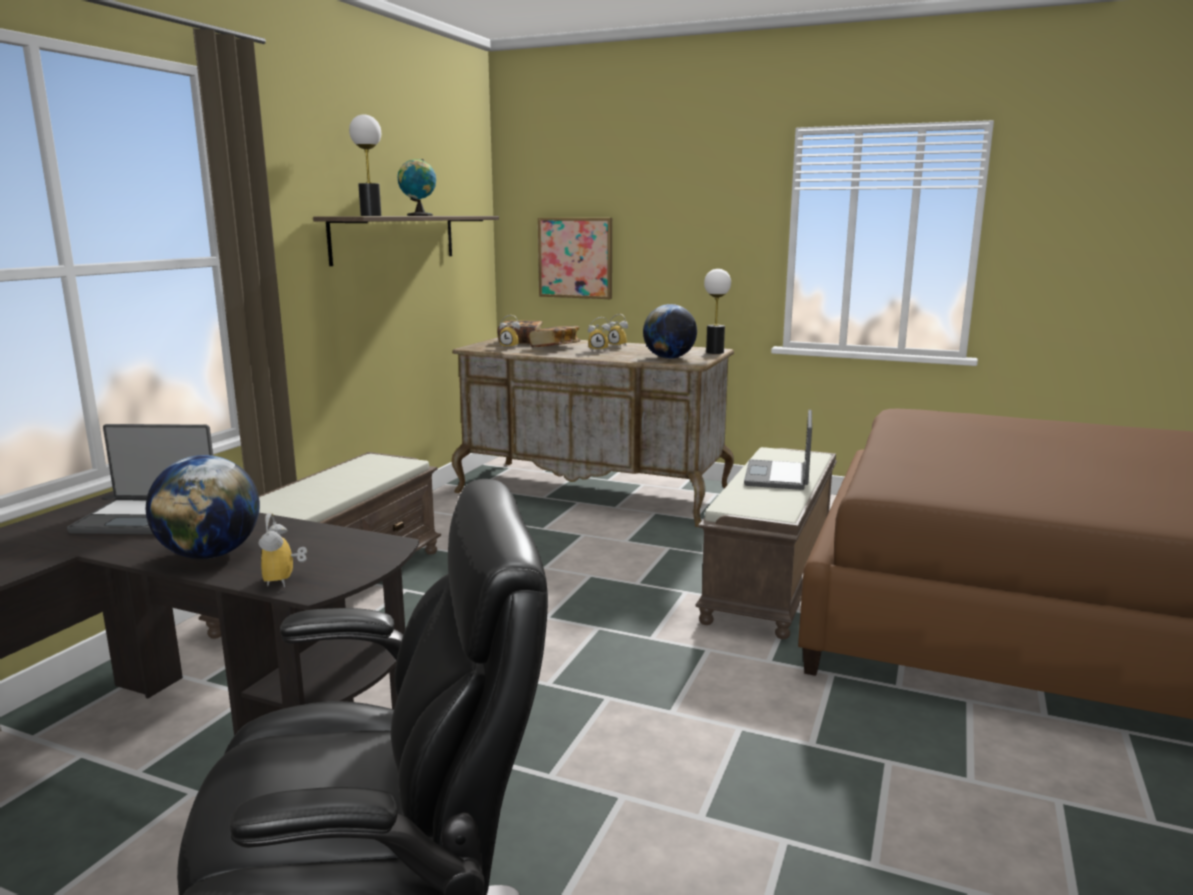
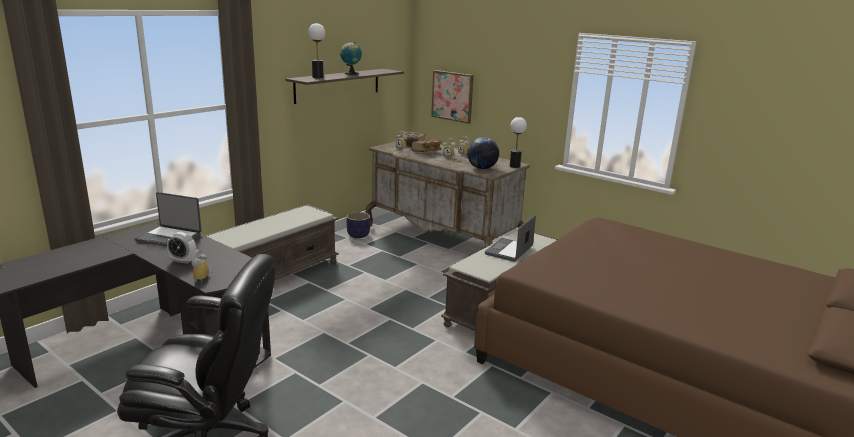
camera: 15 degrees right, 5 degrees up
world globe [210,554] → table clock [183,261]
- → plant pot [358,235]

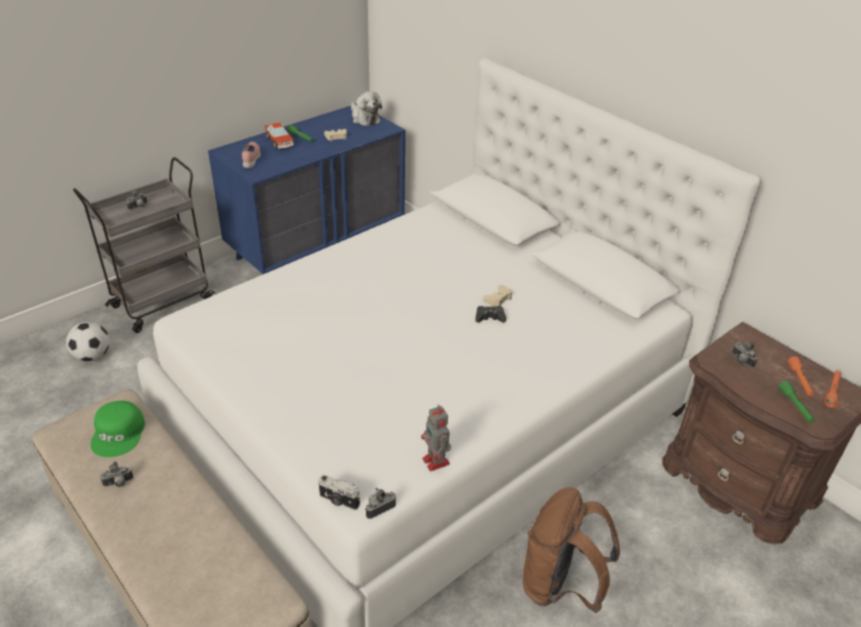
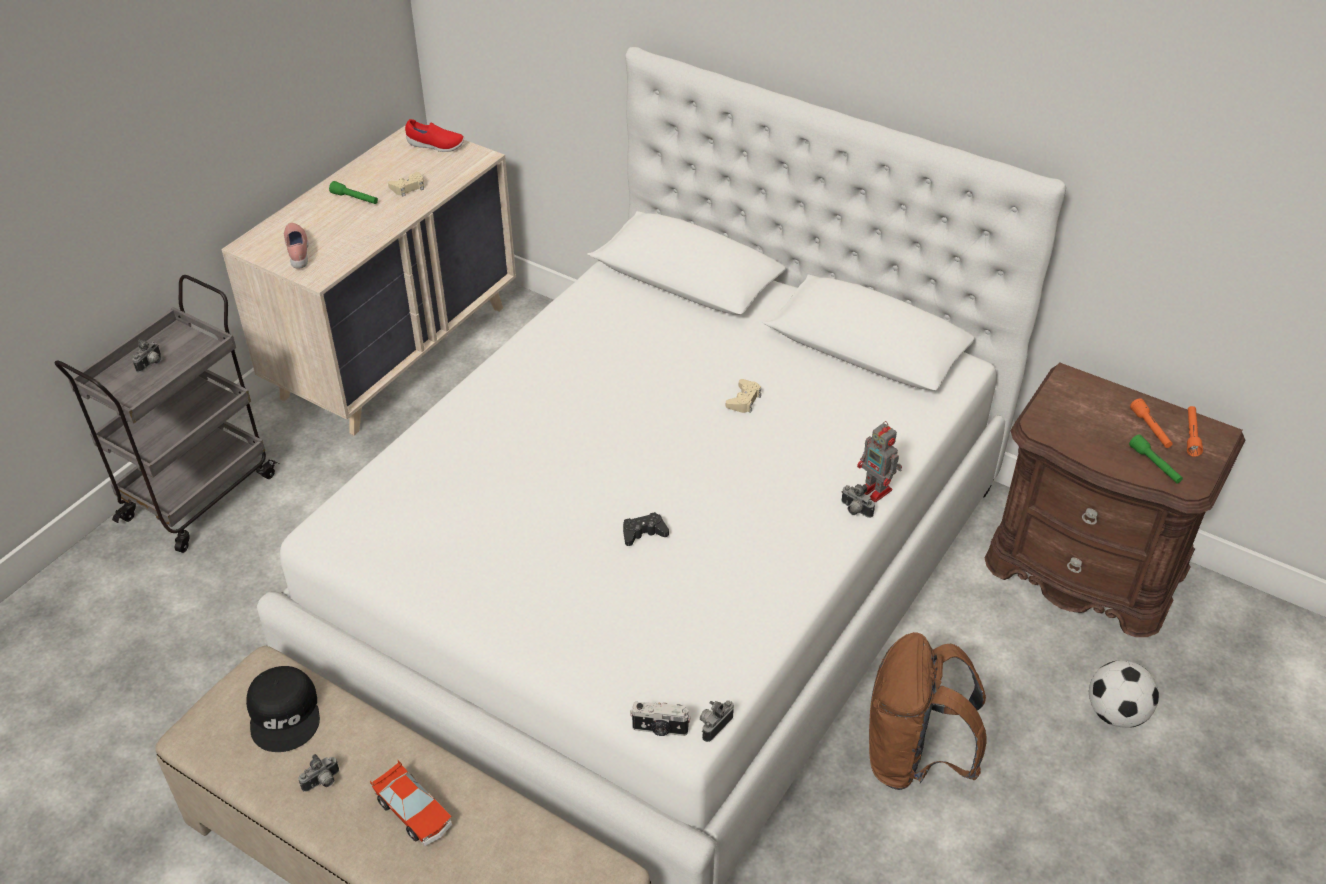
camera: 15 degrees left, 5 degrees up
ball for football [92,356] → ball for football [1116,713], relocated
green peaked cap [119,433] → blackish peaked cap [285,713]
blue chest of drawers [317,245] → beige-coloured chest of drawers [396,350]
toy car [279,142] → toy car [414,812], relocated
cuddly toy [364,118] → red item of footwear [435,146]
toy robot [436,462] → toy robot [877,491], relocated
blackish joypad [489,317] → blackish joypad [643,533], relocated
photo camera [741,361] → photo camera [854,510], relocated

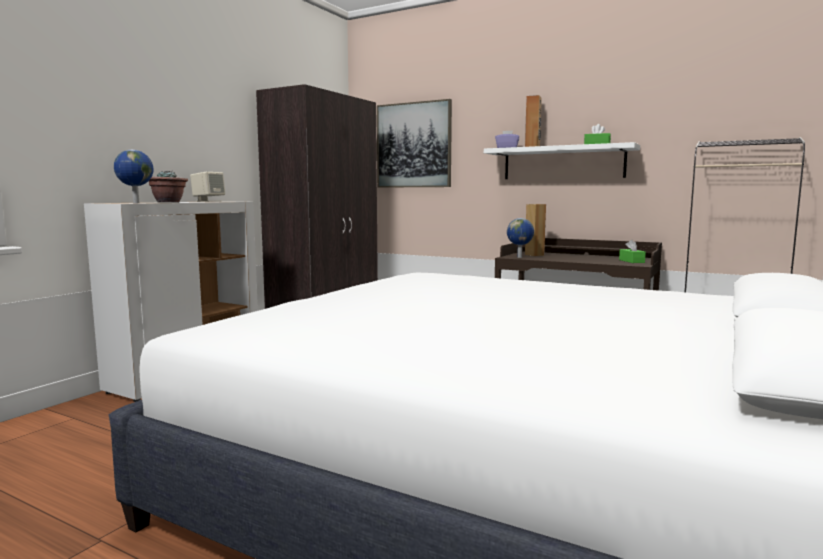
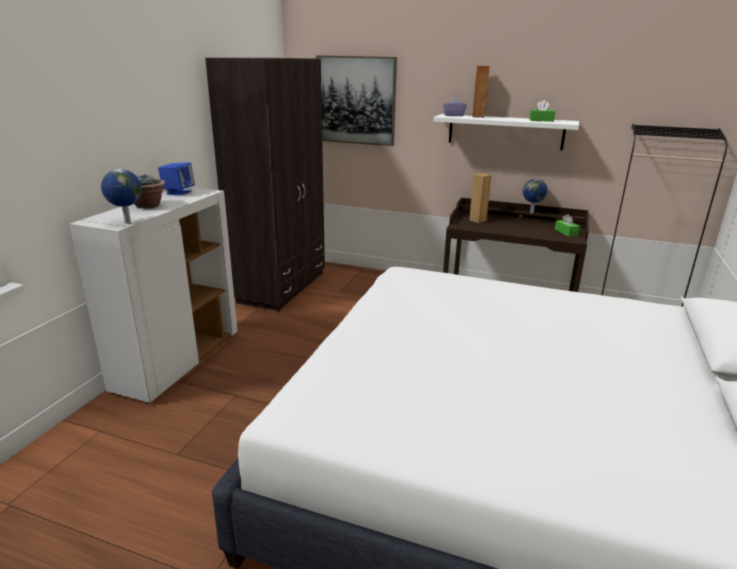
camera: 10 degrees left, 15 degrees up
beige-coloured speaker [208,201] → blue speaker [178,192]
world globe [520,257] → world globe [532,213], relocated

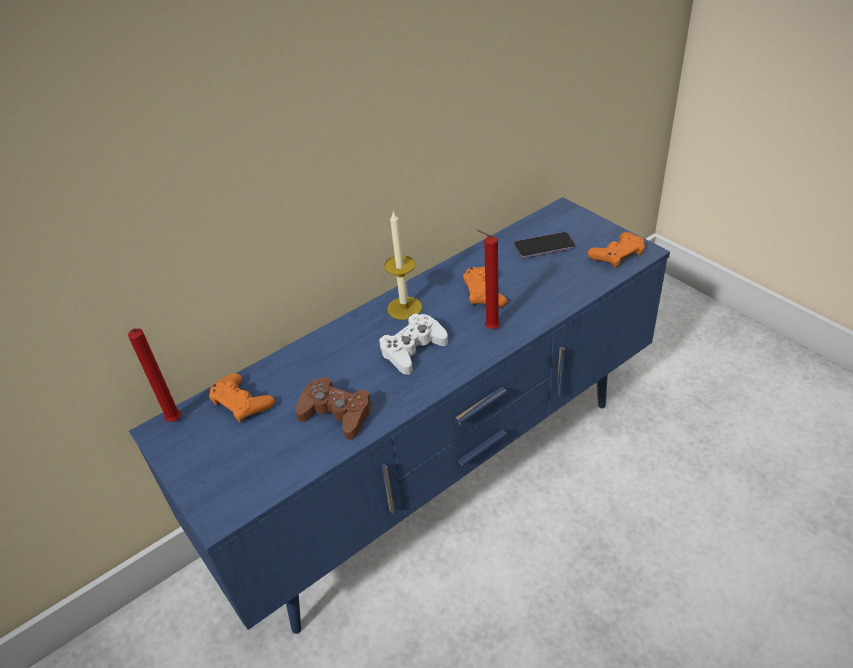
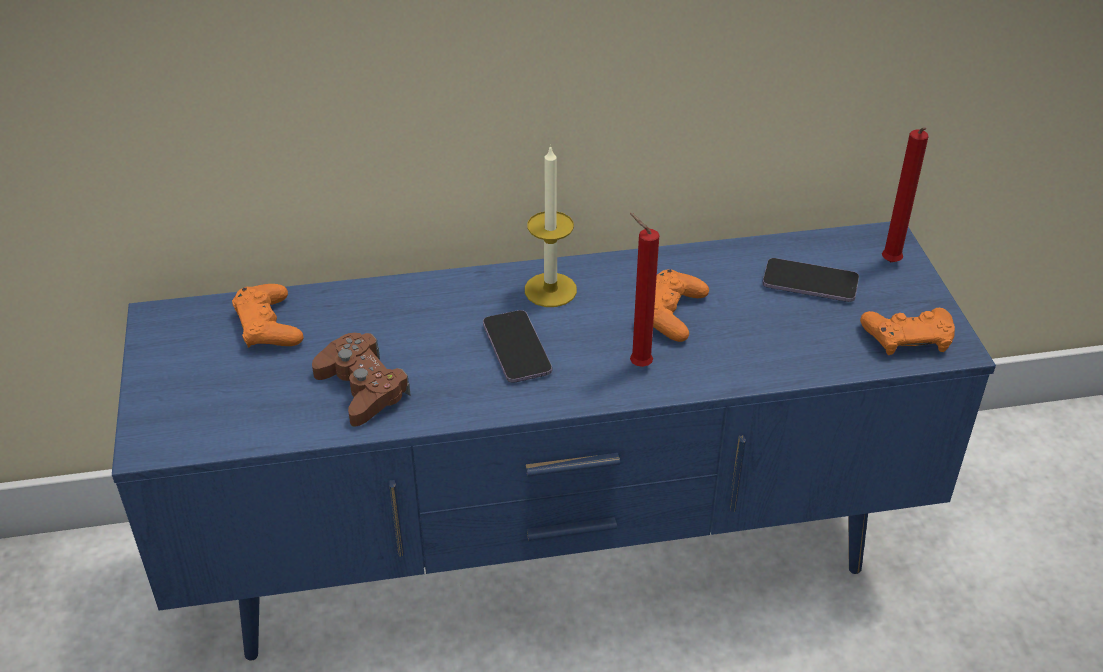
camera: 25 degrees right, 0 degrees up
red wax candle [174,422] → red wax candle [890,264], relocated
white joypad [413,349] → telephone [516,348]

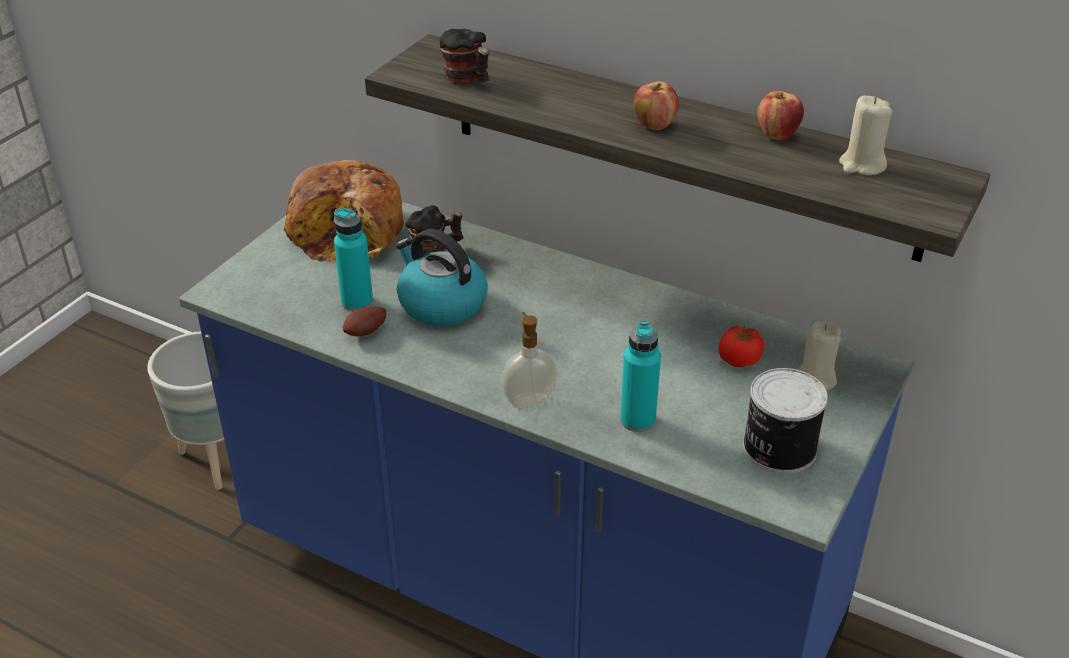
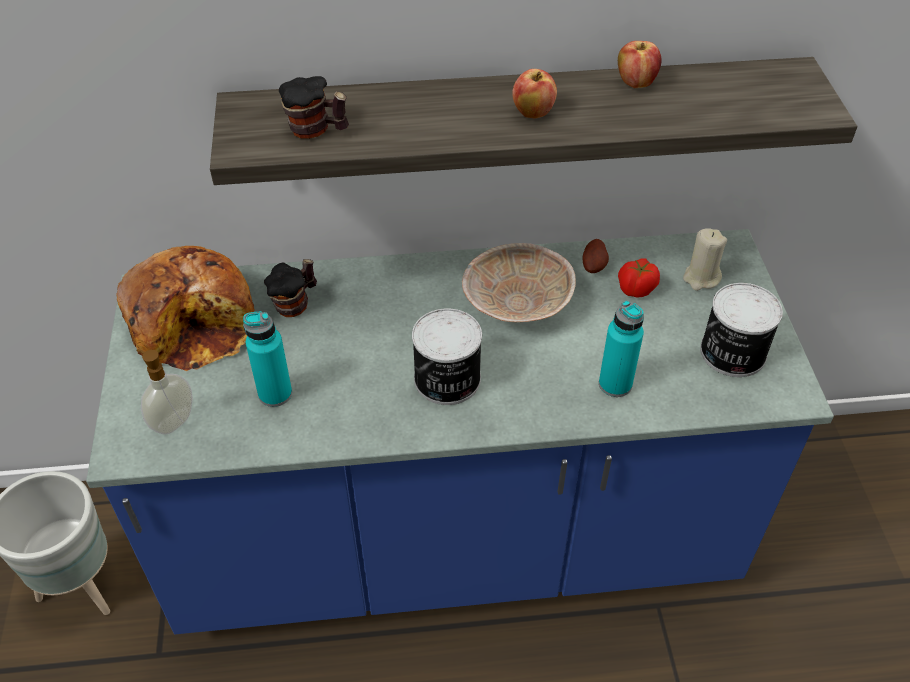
camera: 35 degrees left, 10 degrees up
whole potato [366,333] → whole potato [594,266], relocated
water kettle [441,304] → -
soap dispenser [529,400] → soap dispenser [172,421], relocated
beige-coloured wax candle [862,165] → -
- → metal can [447,380]
- → beige-coloured deep dish [516,303]

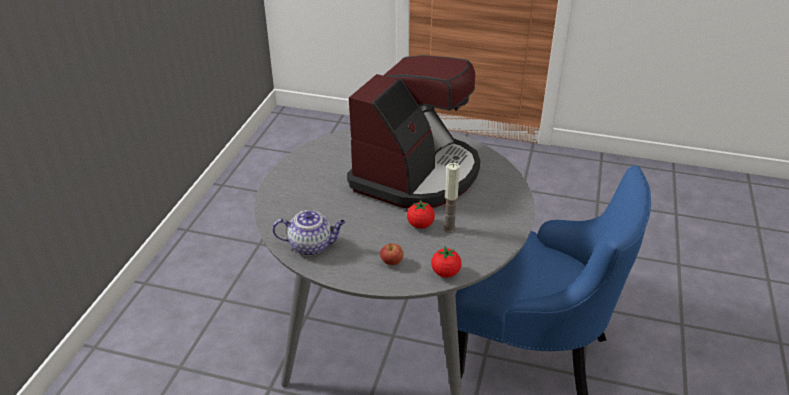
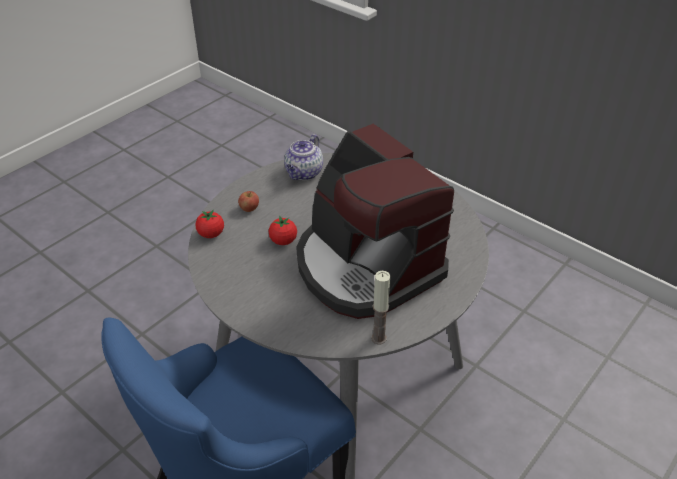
camera: 115 degrees right, 5 degrees up
wax candle [449,228] → wax candle [379,338], relocated

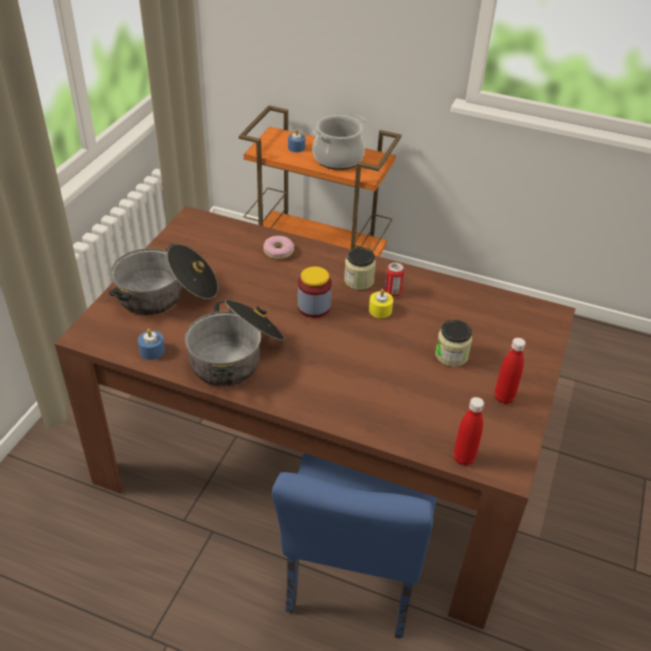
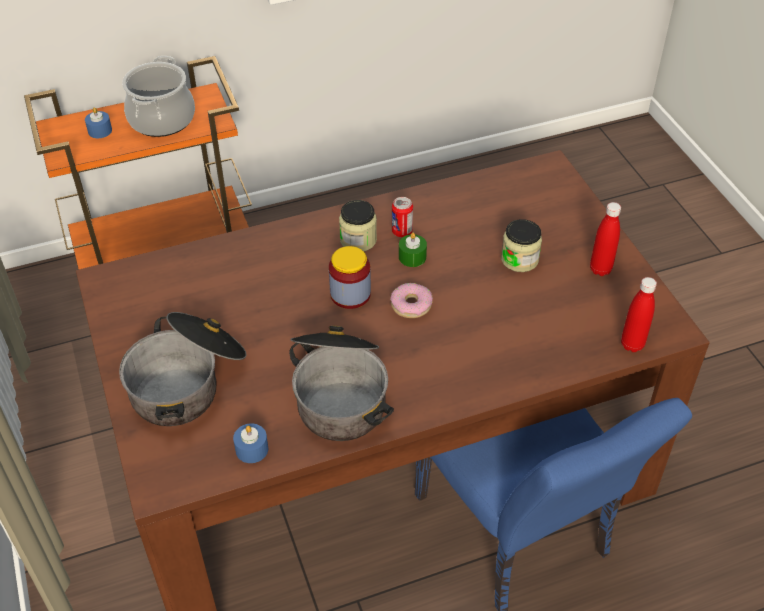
camera: 40 degrees left, 5 degrees up
ring doughnut [278,251] → ring doughnut [411,305], relocated
yellowish wax candle [380,310] → green wax candle [412,257]

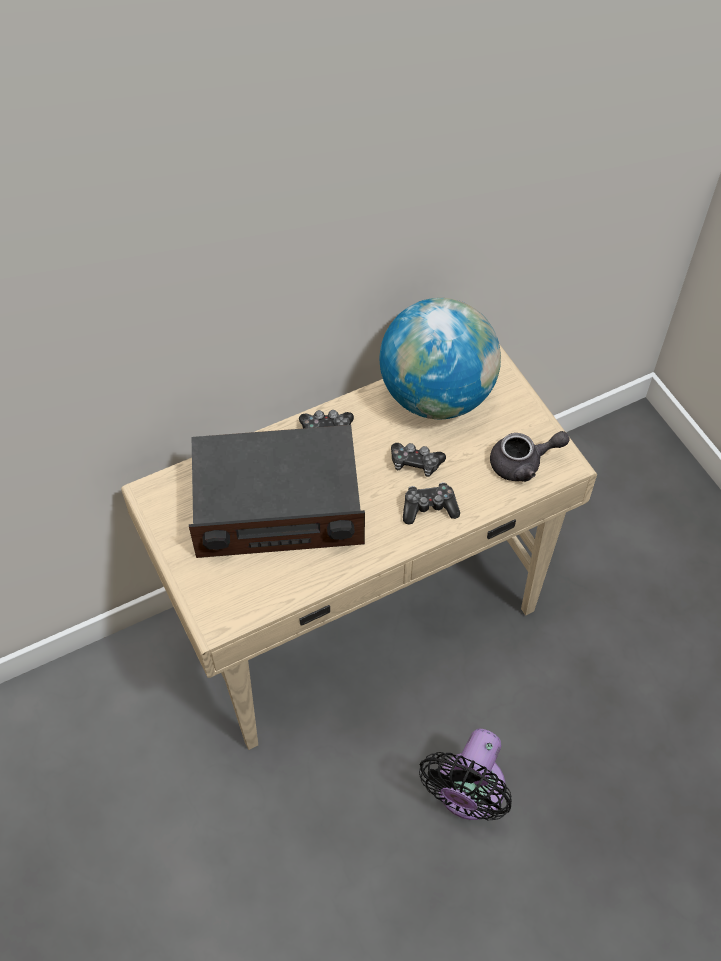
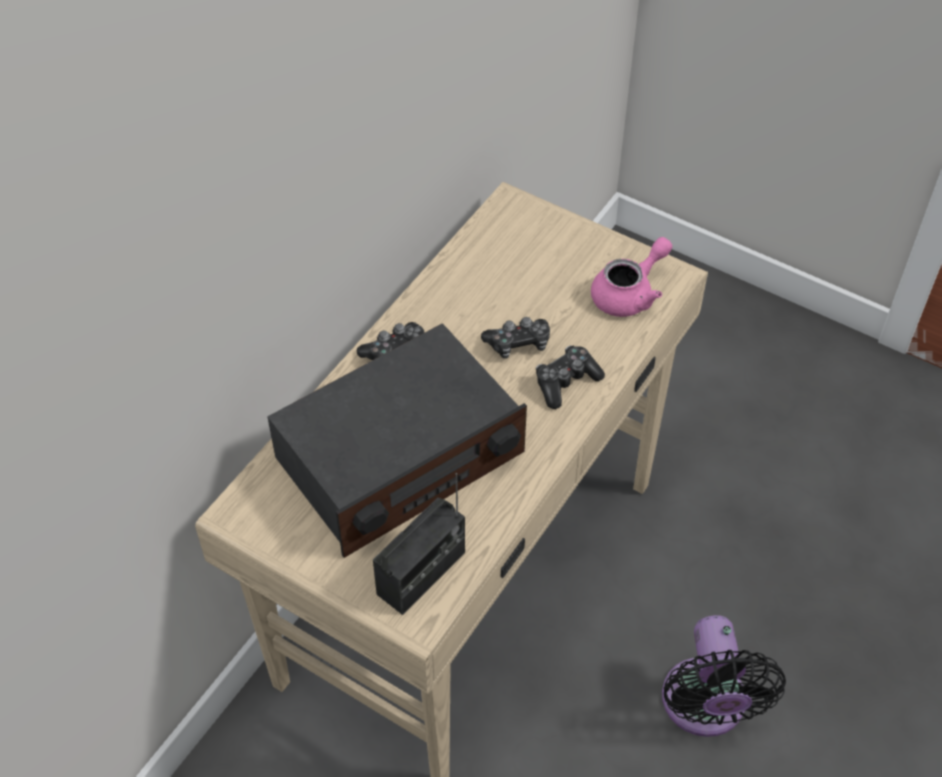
camera: 30 degrees left, 5 degrees down
world globe [437,395] → -
grey teapot [523,463] → pink teapot [629,294]
- → radio [421,573]

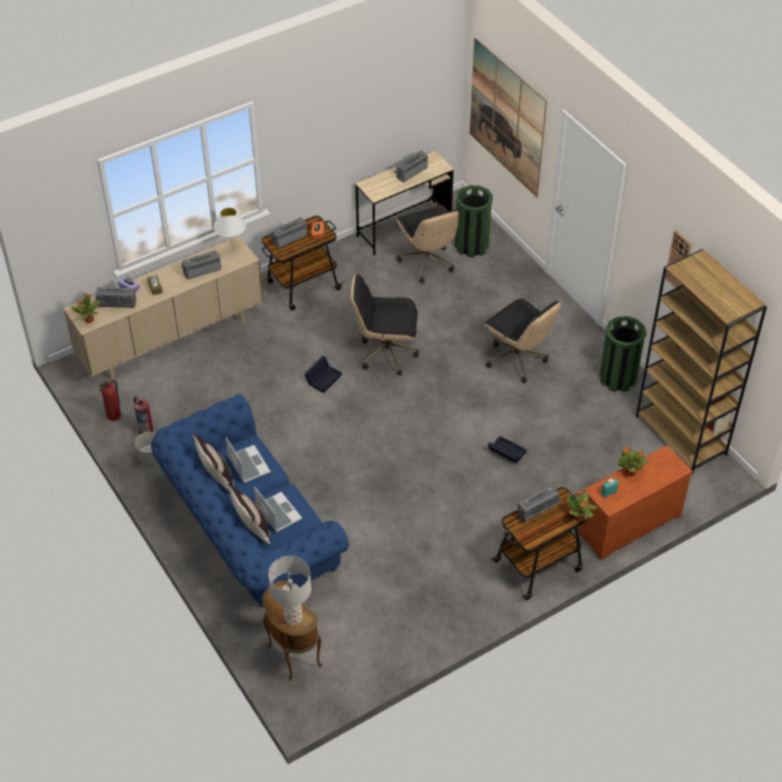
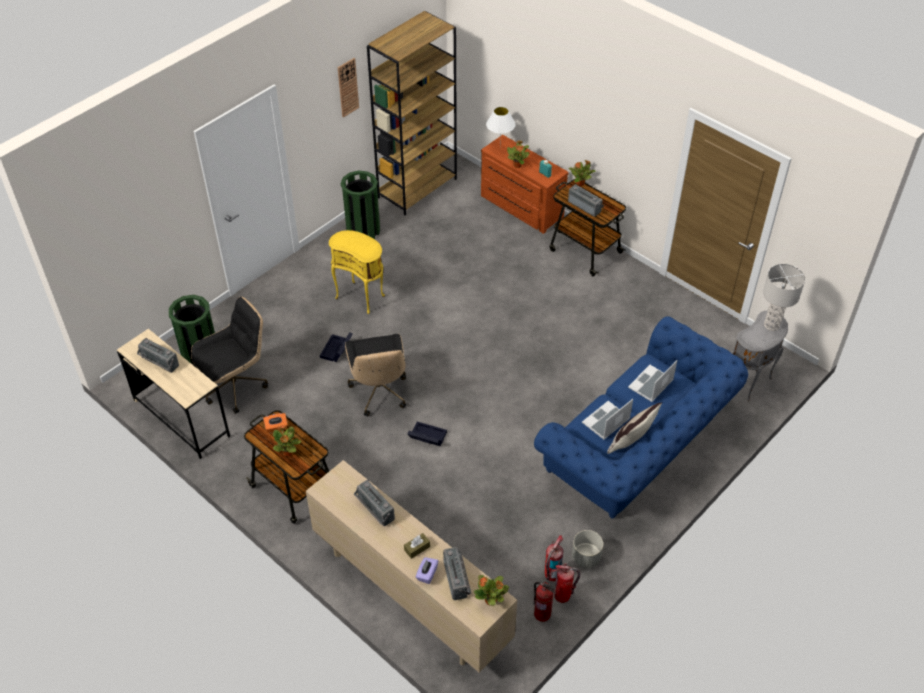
camera: 105 degrees left, 0 degrees up
white table lamp [232,250] → white table lamp [499,148], relocated
cushion [251,528] → -
brown accent table [292,656] → grey accent table [749,382]
radio [288,238] → potted plant [287,453]
wall picture [507,117] → -
blackish desk chair [517,362] → yellowish accent table [361,296]
blackish storage bin [505,452] → blackish storage bin [336,350], relocated
- → extinguisher [562,596]

